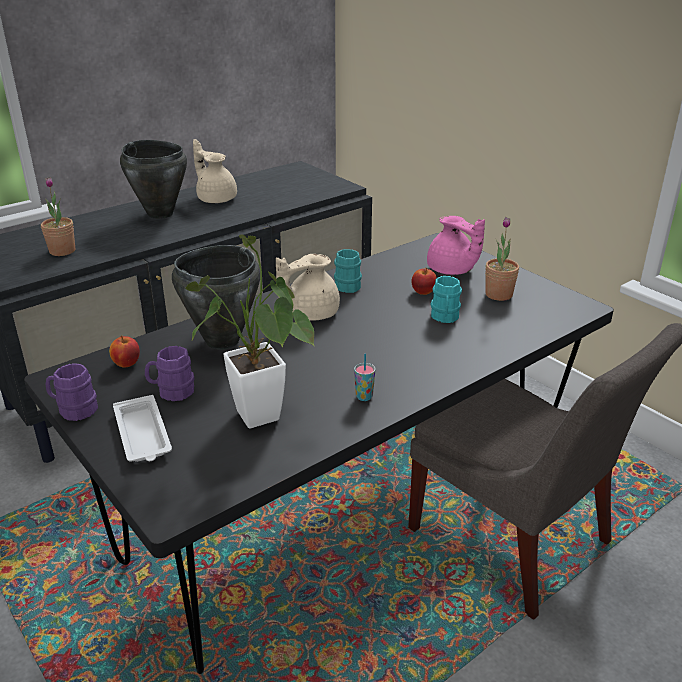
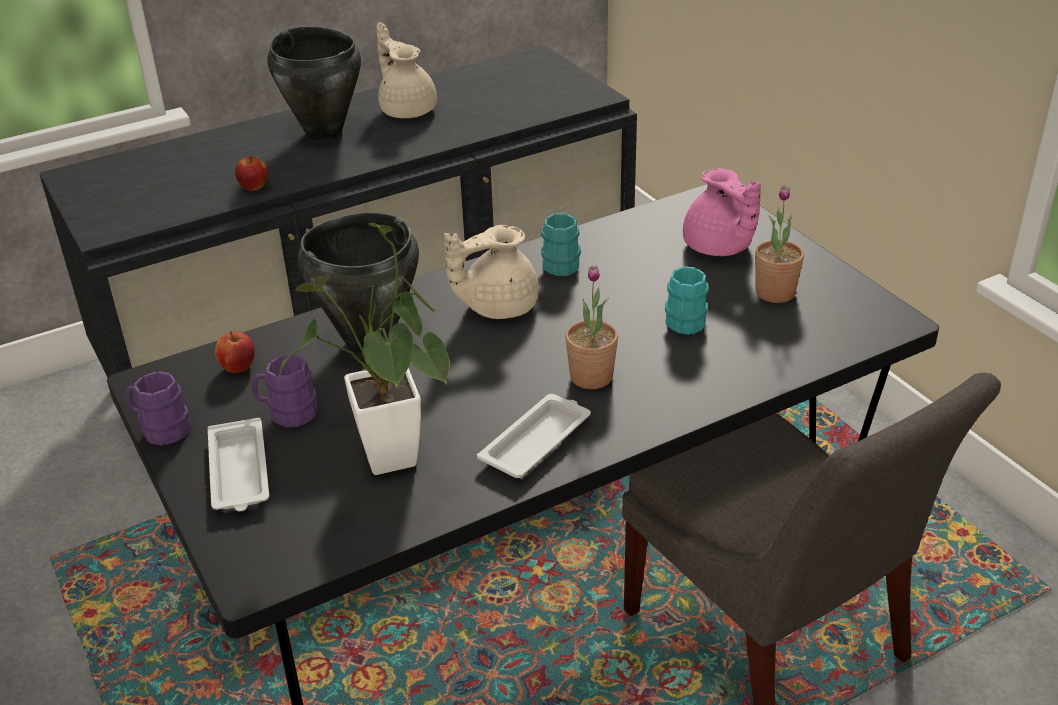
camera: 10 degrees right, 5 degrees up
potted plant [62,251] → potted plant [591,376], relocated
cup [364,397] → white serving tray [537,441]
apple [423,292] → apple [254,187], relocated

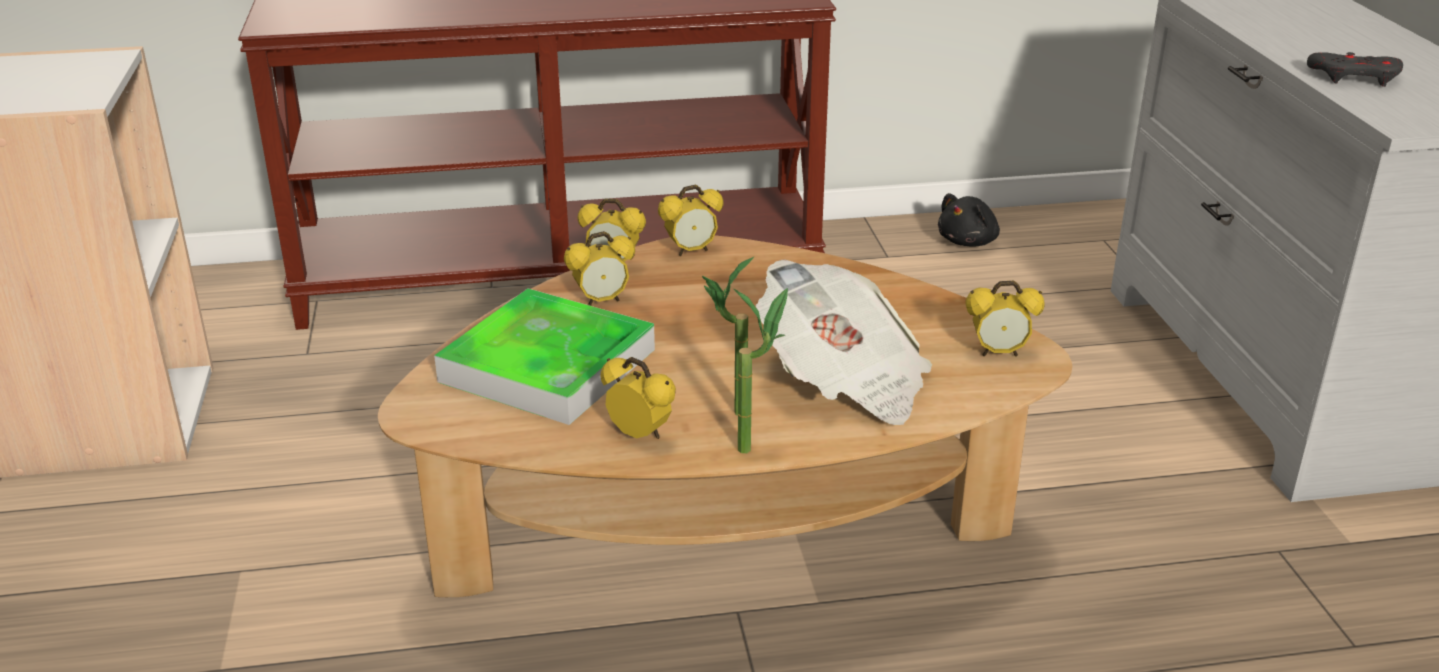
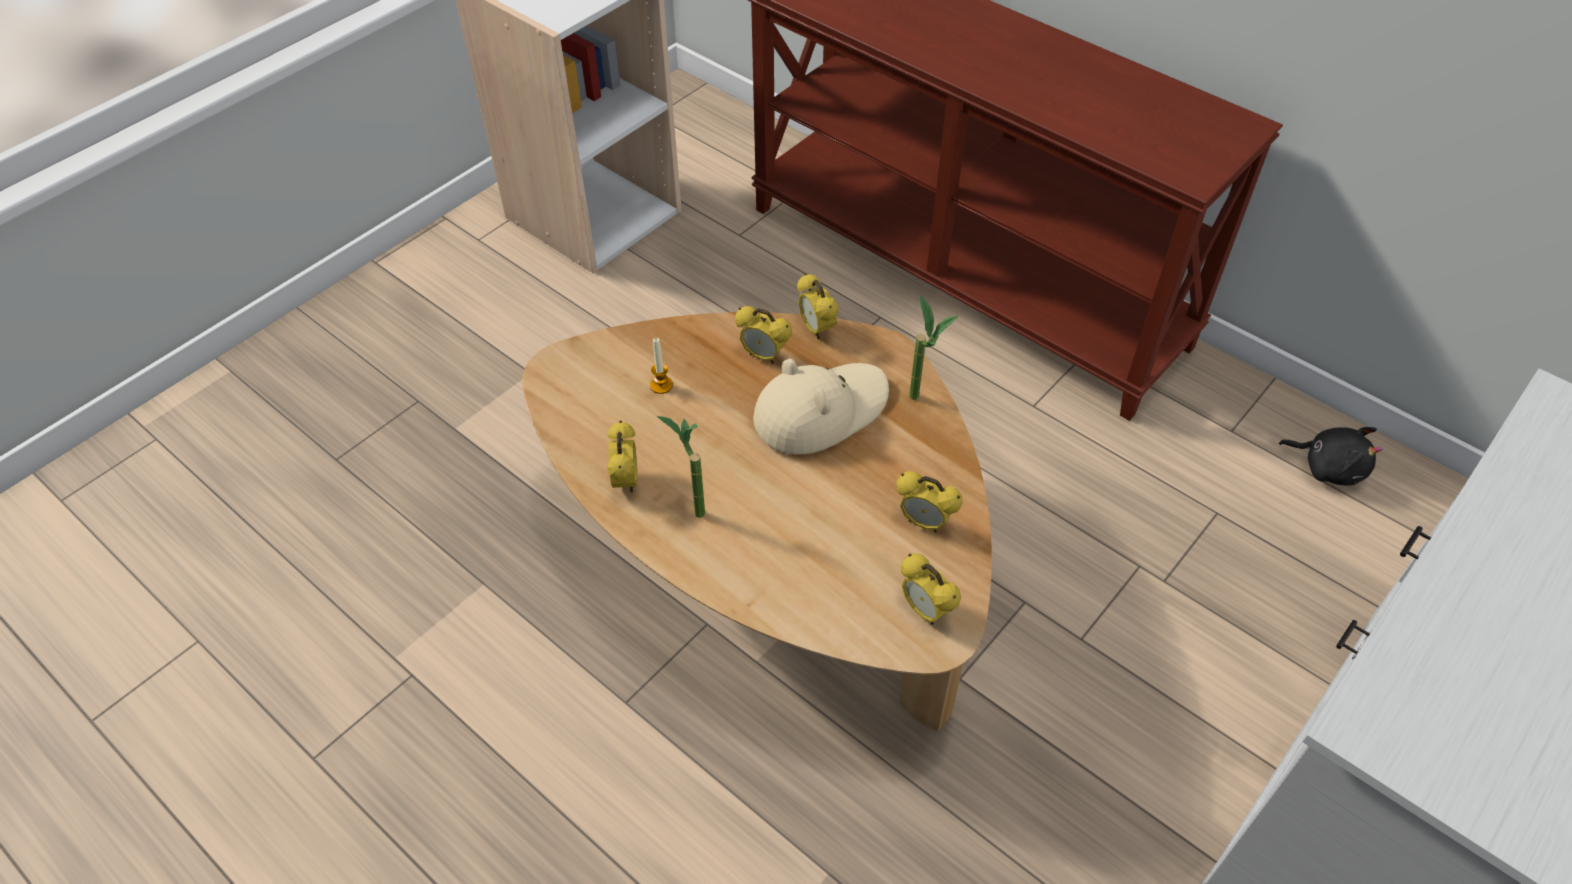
camera: 50 degrees right, 20 degrees up
serving tray [548,365] → wax candle [661,385]
table clock [691,251] → table clock [924,522], relocated
potted plant [757,448] → potted plant [922,400], relocated
printed paper [844,382] → -
blackish cuddly toy [969,241] → blackish cuddly toy [1328,467], 150 degrees counterclockwise
grey joypad [1355,77] → -
- → beige-coloured wearable hat [820,411]

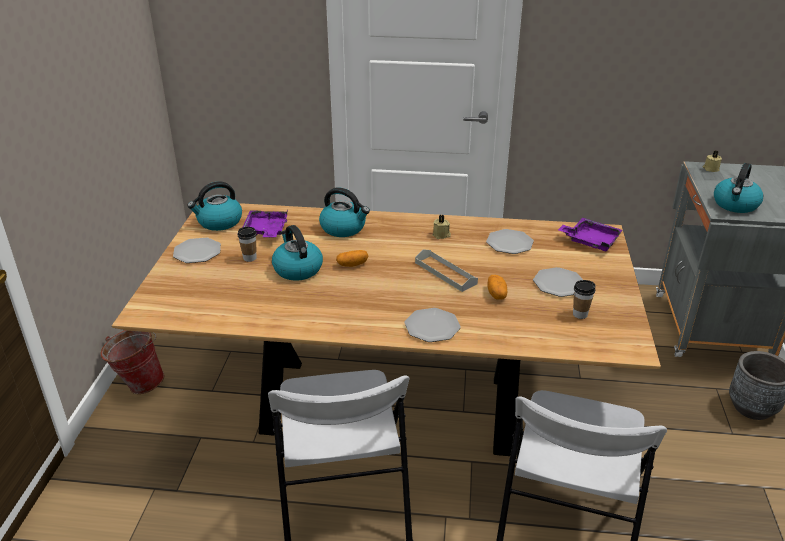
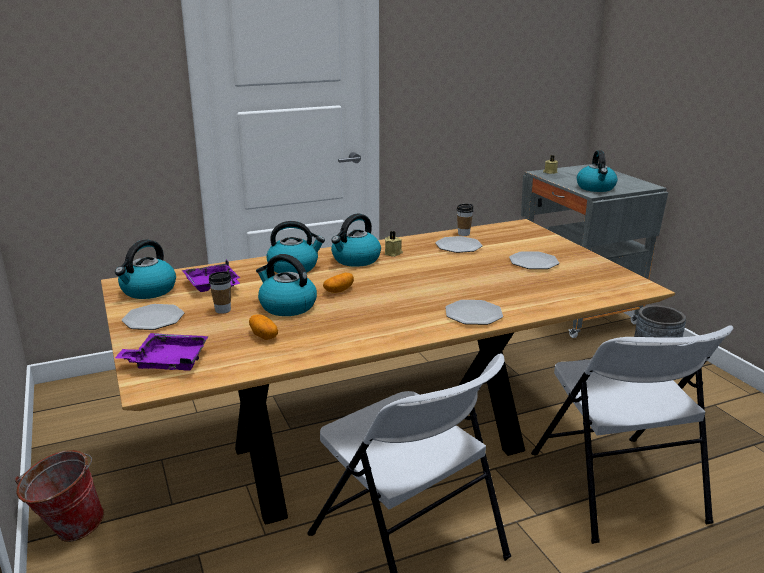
camera: 30 degrees left, 10 degrees down
grey serving tray [445,273] → -
whole potato [496,294] → whole potato [264,336], relocated
purple-coloured serving tray [590,241] → purple-coloured serving tray [167,362], relocated
cup [580,314] → cup [463,234], relocated
- → water kettle [355,260]

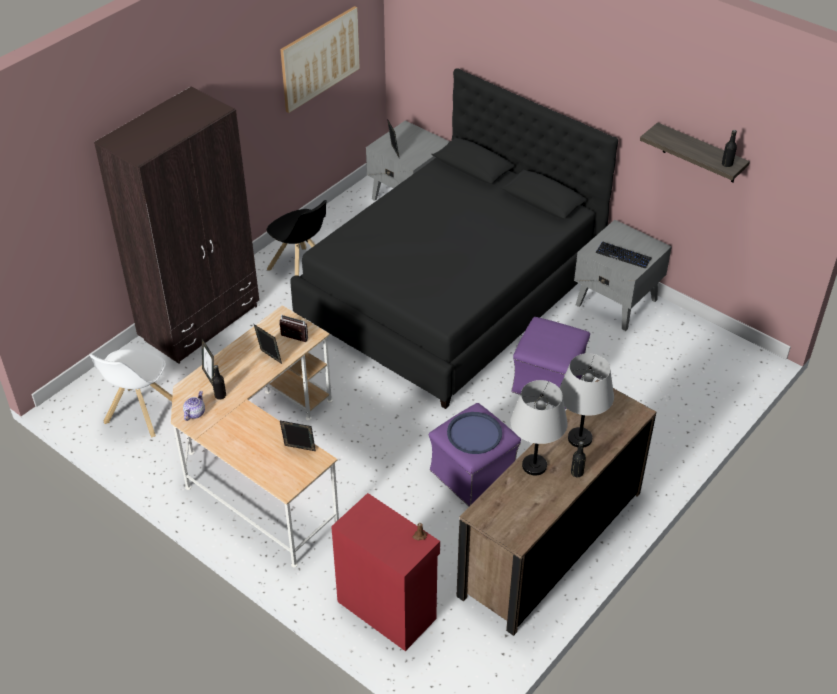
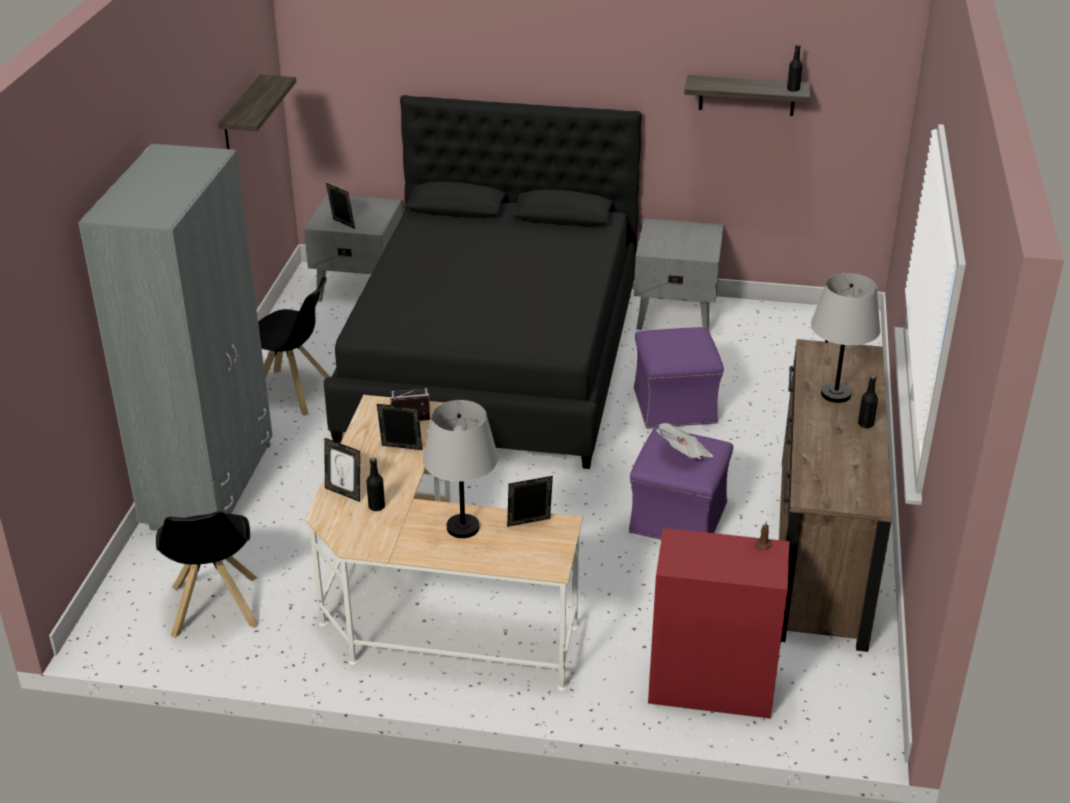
camera: 30 degrees left, 10 degrees down
white chair [139,413] → blackish chair [214,608]
brown armoire [200,322] → grey armoire [210,486]
teapot [194,413] → -
wall picture [320,58] → bracket shelf [241,115]
blue serving tray [474,433] → printed paper [684,454]
grey table lamp [534,465] → grey table lamp [463,527], relocated
computer keyboard [623,256] → -

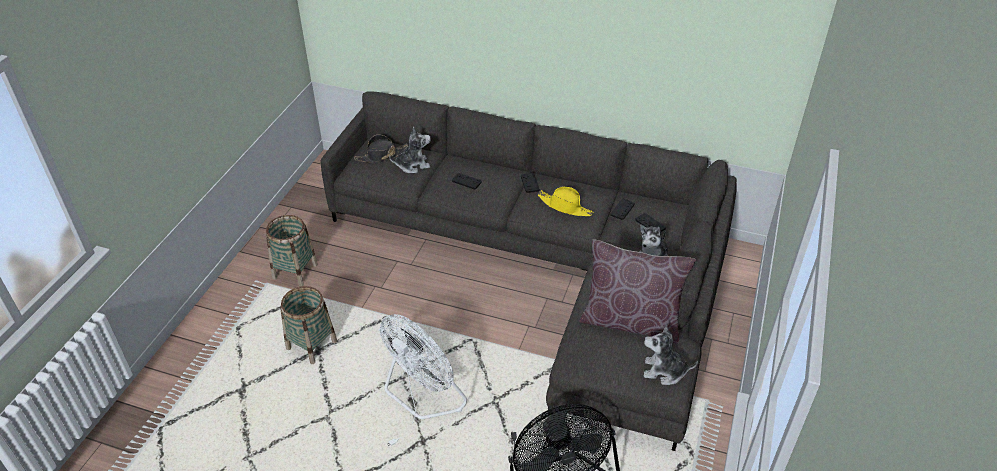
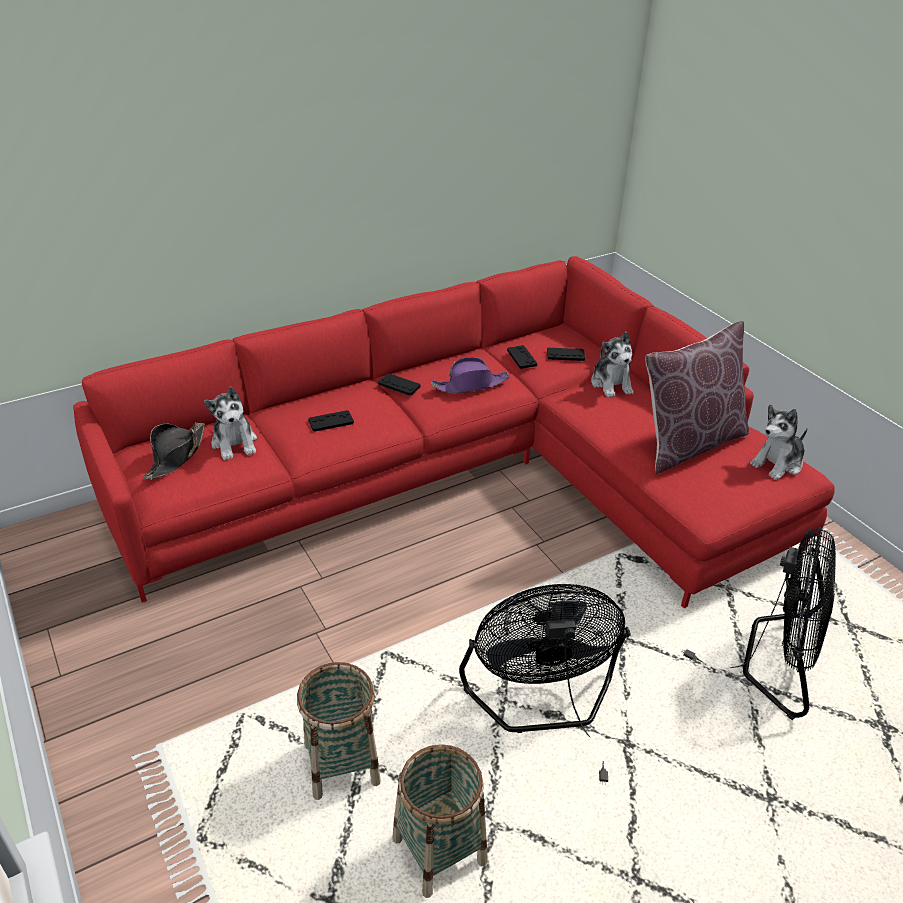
camera: 50 degrees left, 5 degrees down
household basket [295,271] → household basket [439,850], relocated
grey sofa [551,267] → red sofa [471,477]
white electric fan [415,399] → blackish electric fan [550,710]
cuddly toy [412,165] → cuddly toy [235,443], 135 degrees clockwise
yellowish wearable hat [565,207] → purple-coloured wearable hat [470,385]

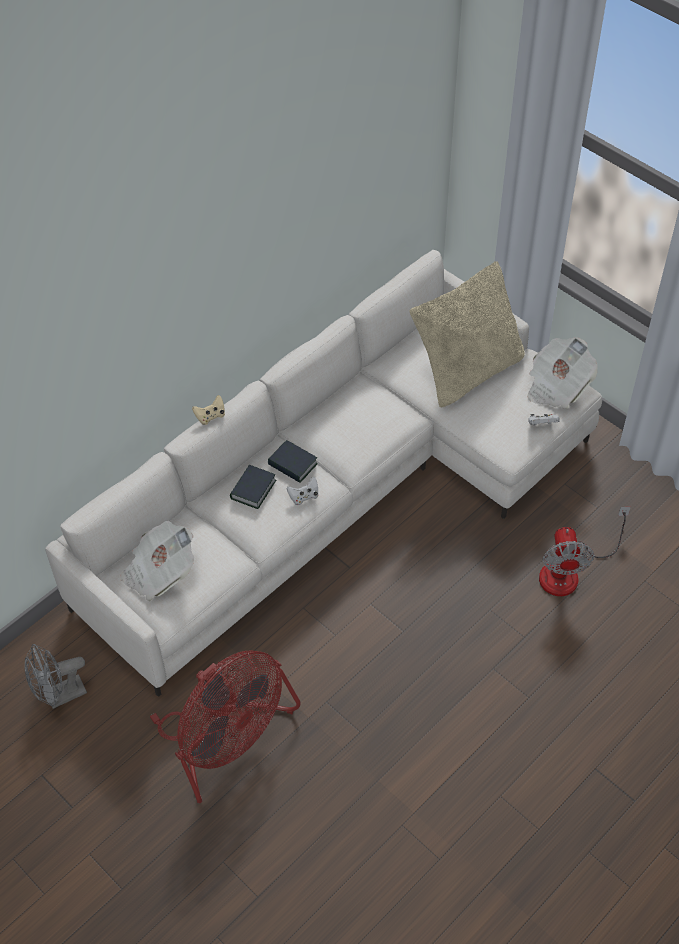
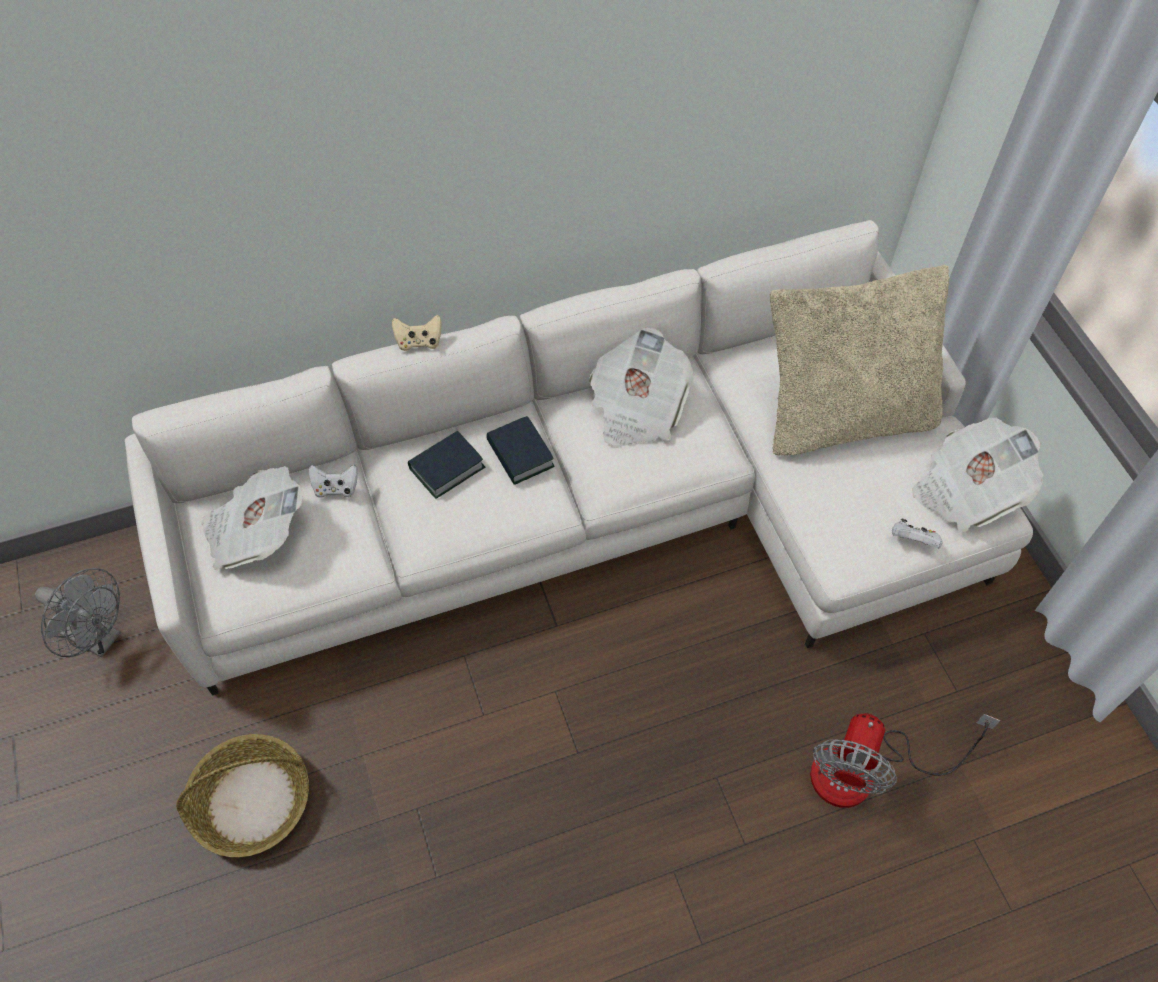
camera: 25 degrees right, 5 degrees up
grey electric fan [60,696] → grey electric fan [99,638], 150 degrees counterclockwise
red electric fan [223,742] → household basket [253,801]
white joypad [304,496] → white joypad [336,488], relocated
- → printed paper [637,407]

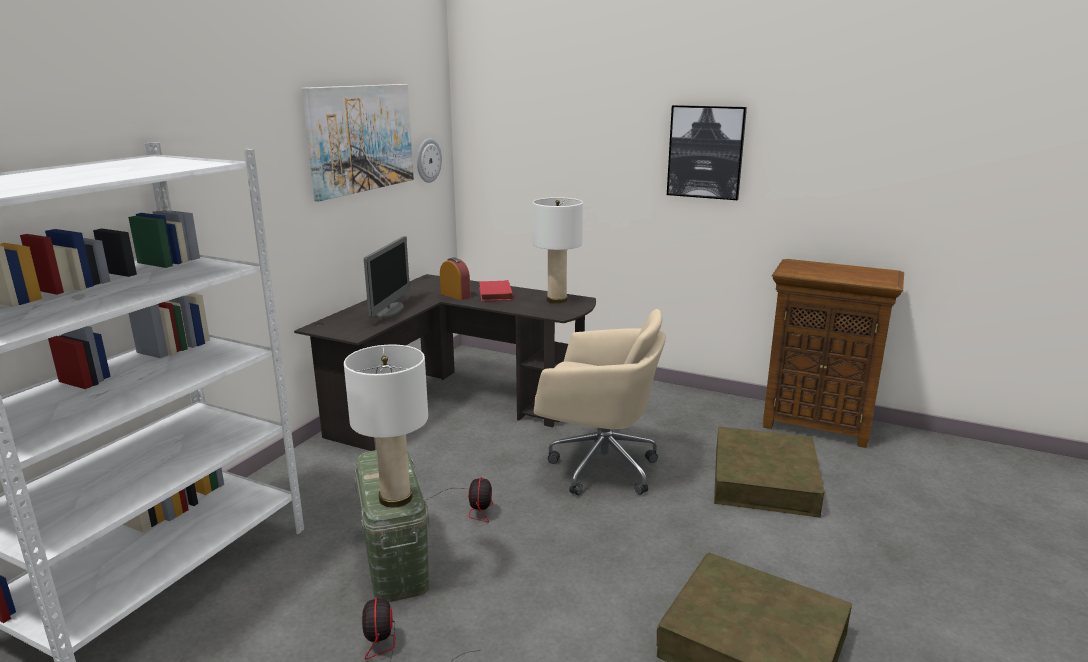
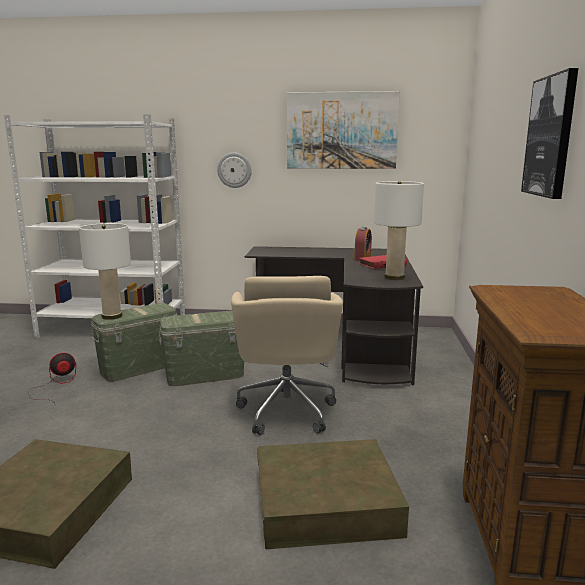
camera: 70 degrees right, 5 degrees down
computer display [390,310] → -
wall clock [428,160] → wall clock [234,170], relocated
electric fan [470,507] → green storage bin [205,375]

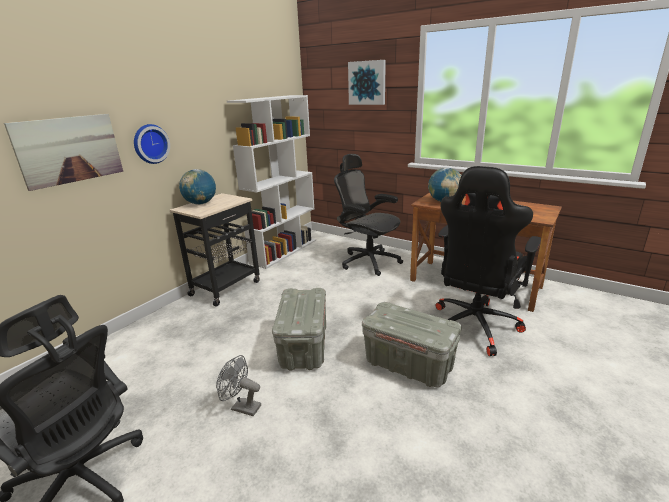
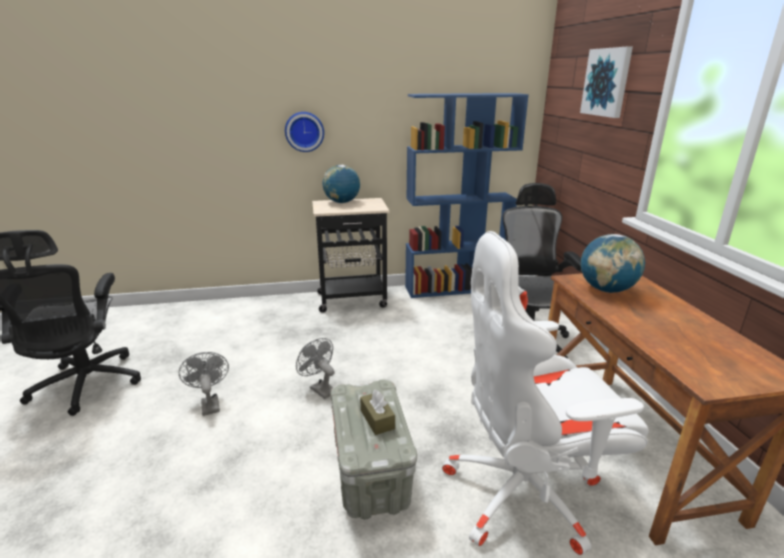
camera: 45 degrees right, 0 degrees up
wall picture [69,150] → -
white bookshelf [284,251] → blue bookshelf [456,288]
grey storage bin [304,347] → grey electric fan [320,389]
blackish desk chair [476,322] → white desk chair [533,492]
- → brown tissue holder [377,419]

